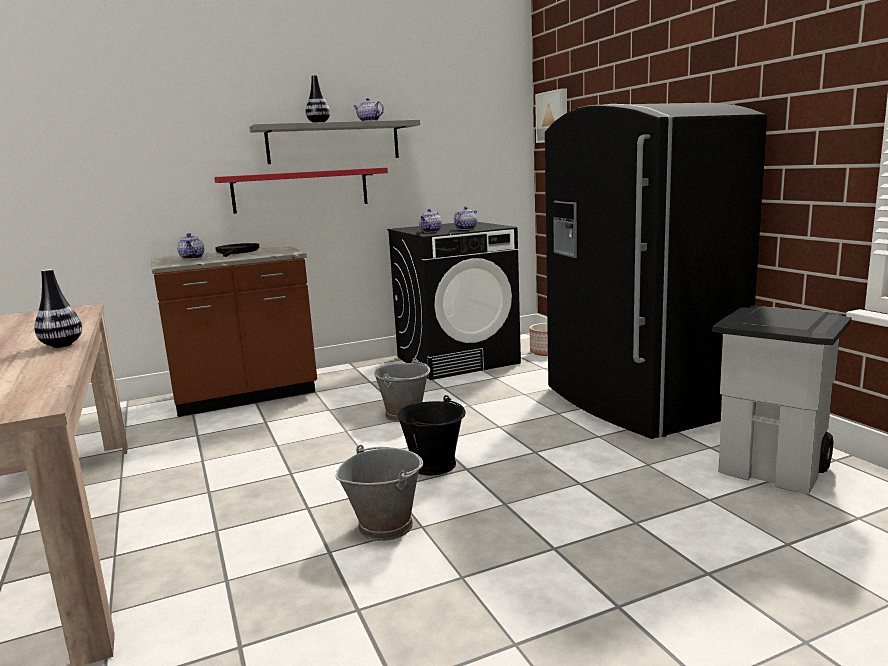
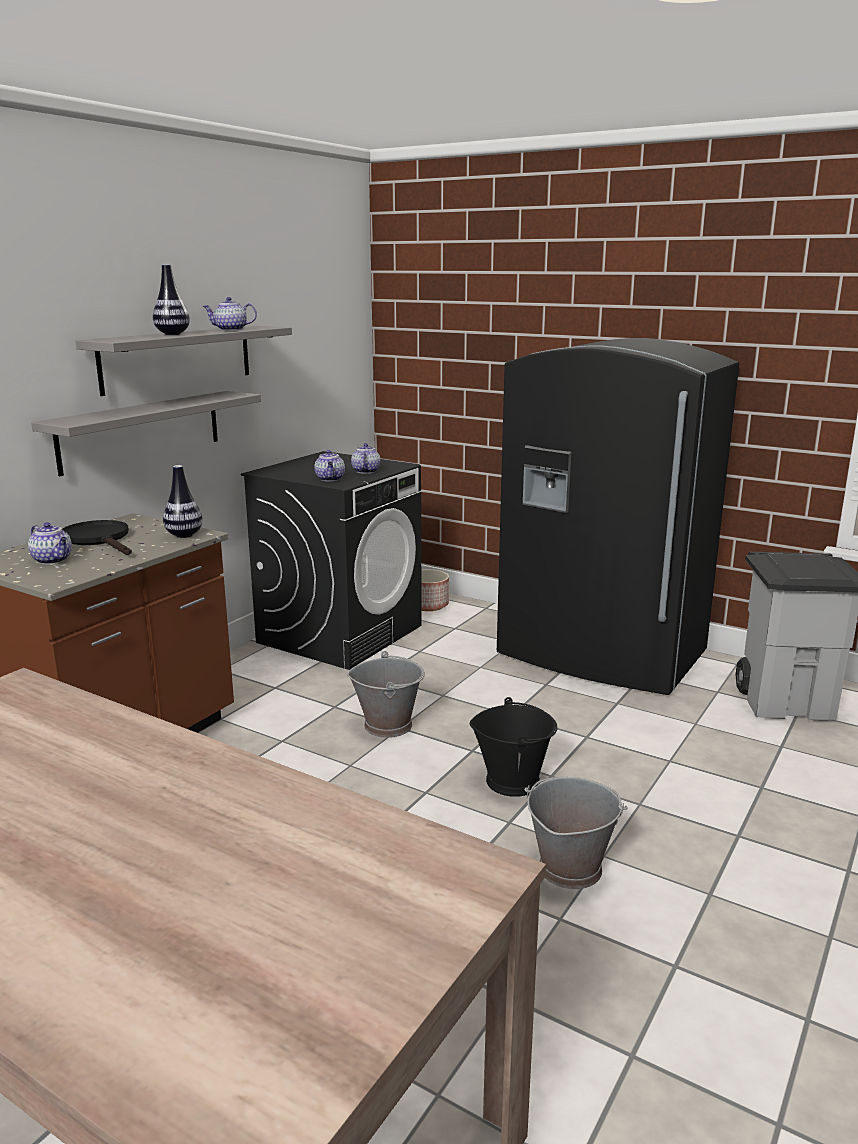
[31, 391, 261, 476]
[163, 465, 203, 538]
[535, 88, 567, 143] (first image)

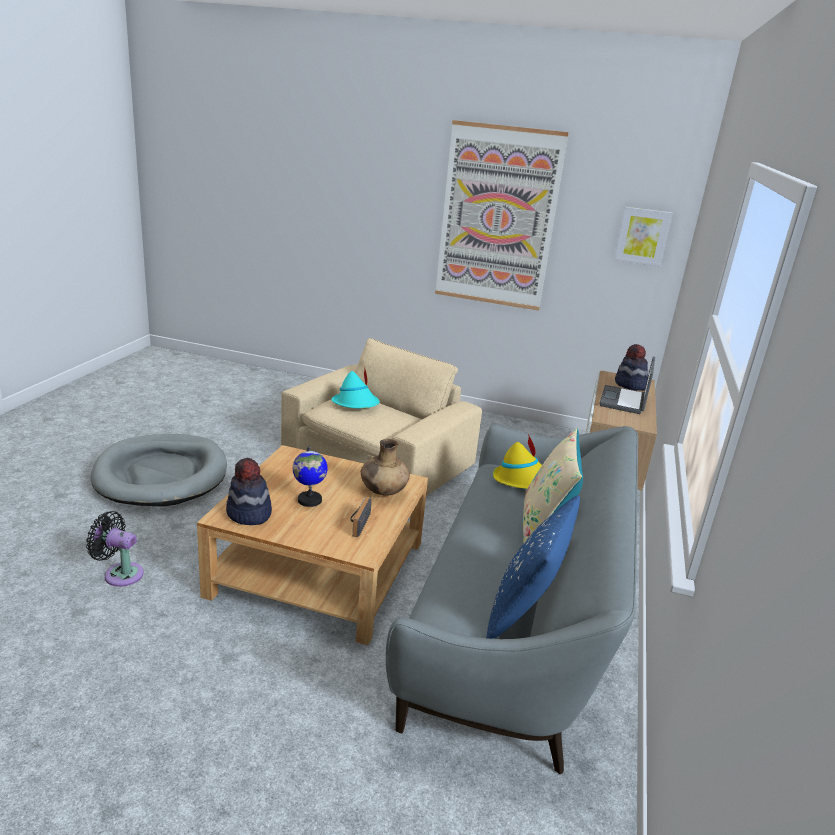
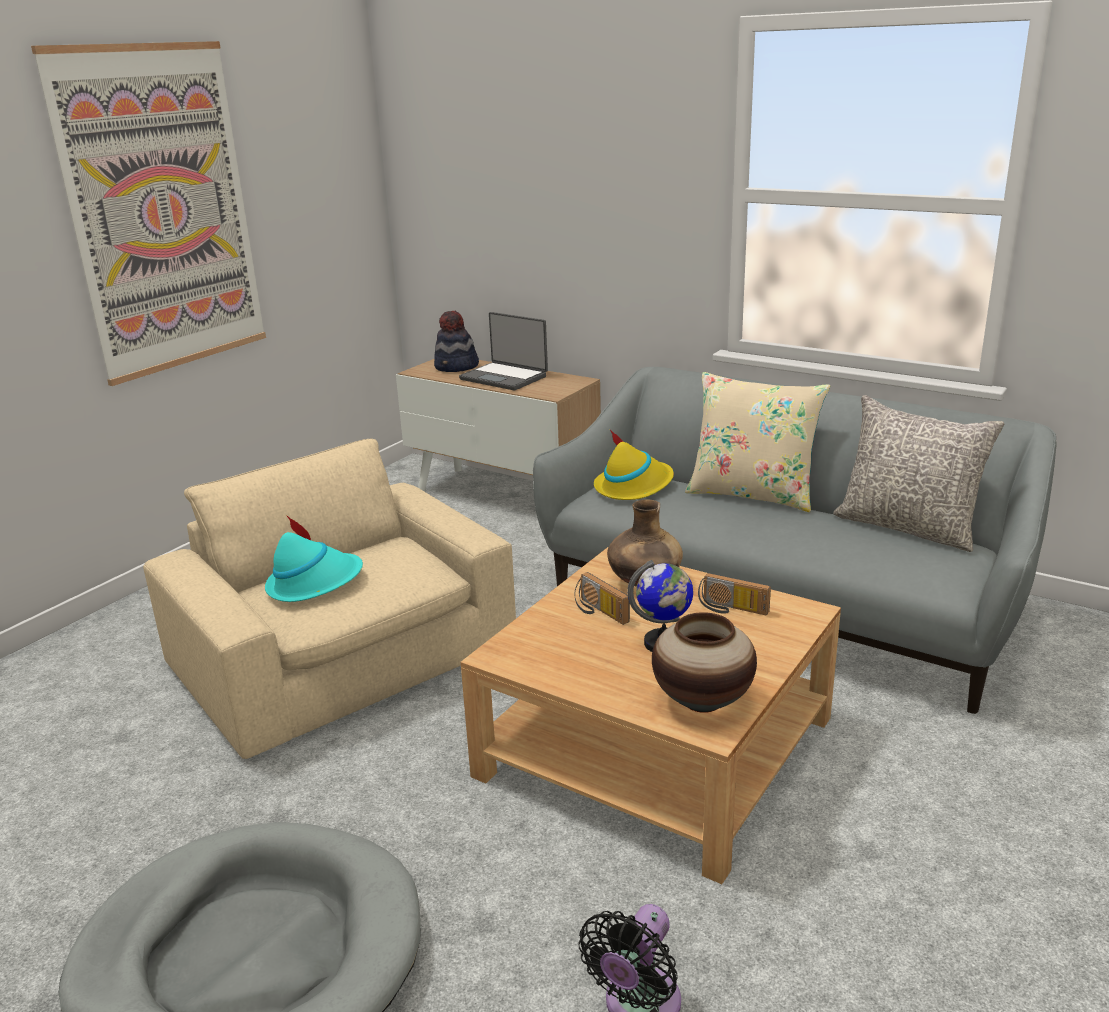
[575, 572, 630, 625]
[652, 612, 757, 713]
[833, 395, 1004, 552]
[614, 207, 672, 266] (first image)

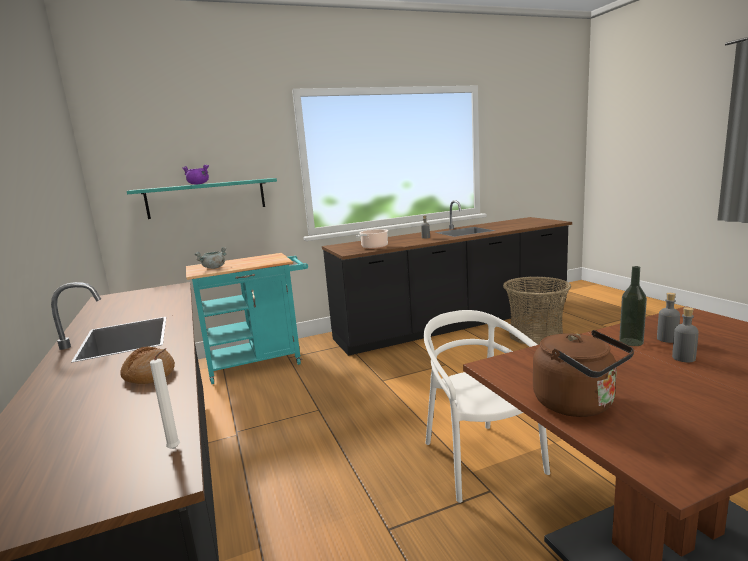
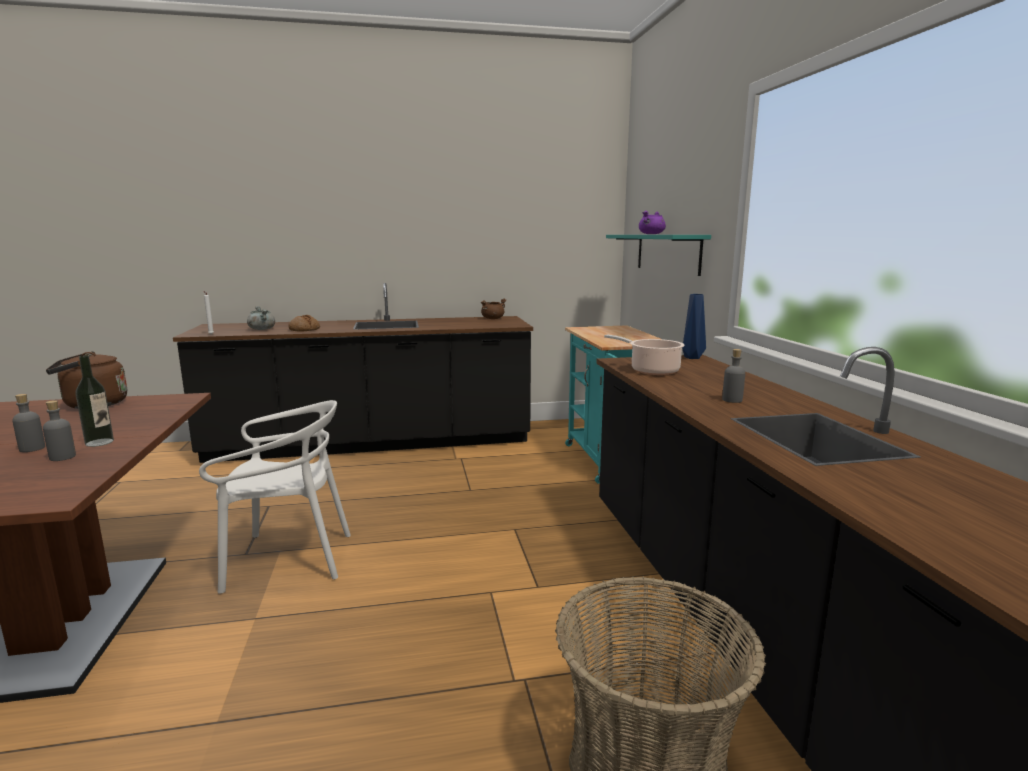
[247, 306, 275, 330]
[481, 298, 506, 319]
[682, 294, 706, 359]

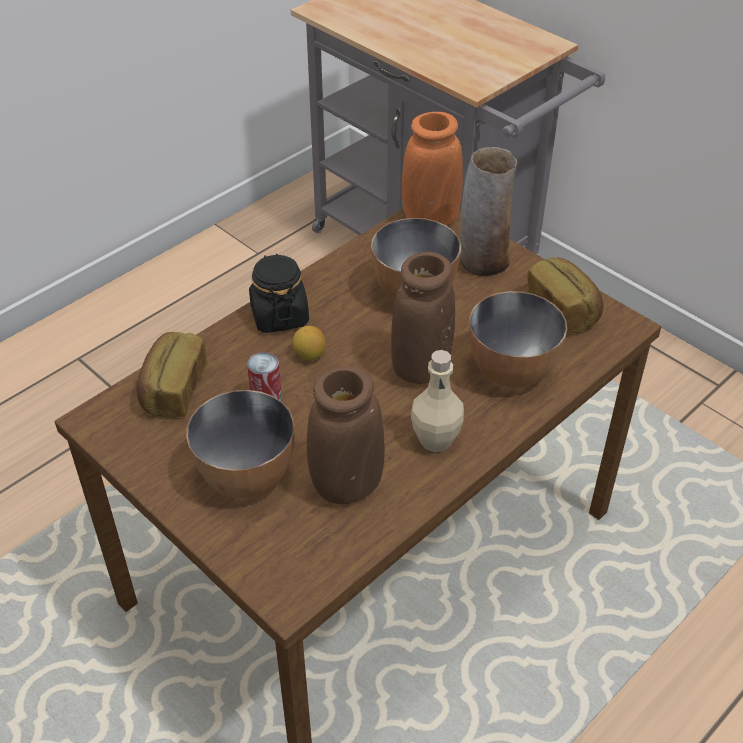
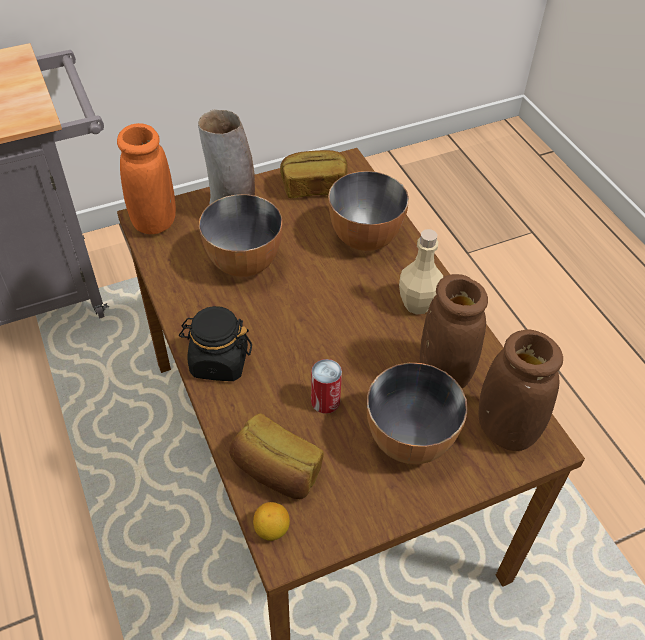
[253, 502, 290, 541]
[478, 329, 563, 451]

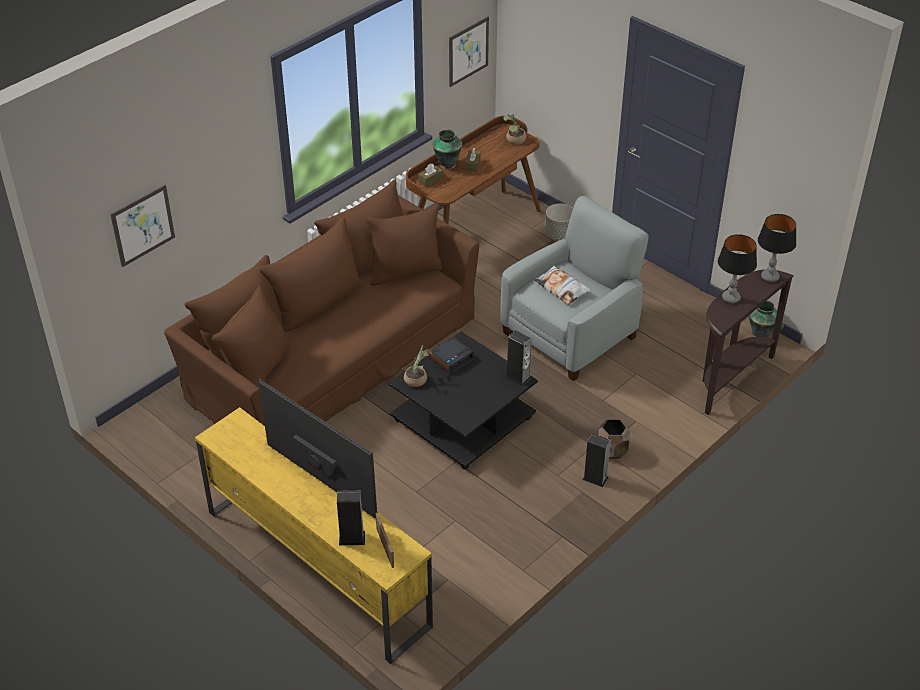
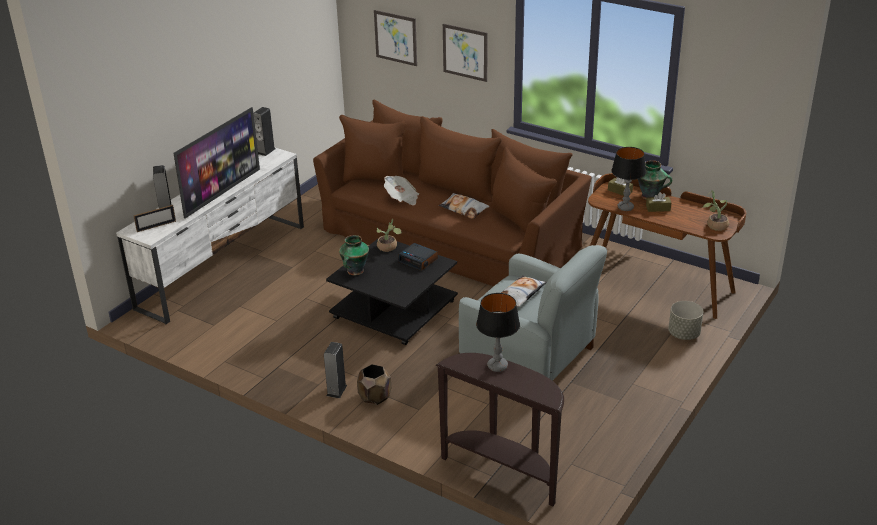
[116, 148, 304, 324]
[253, 107, 276, 156]
[339, 235, 369, 275]
[384, 176, 419, 205]
[439, 193, 490, 219]
[443, 24, 488, 82]
[611, 147, 646, 211]

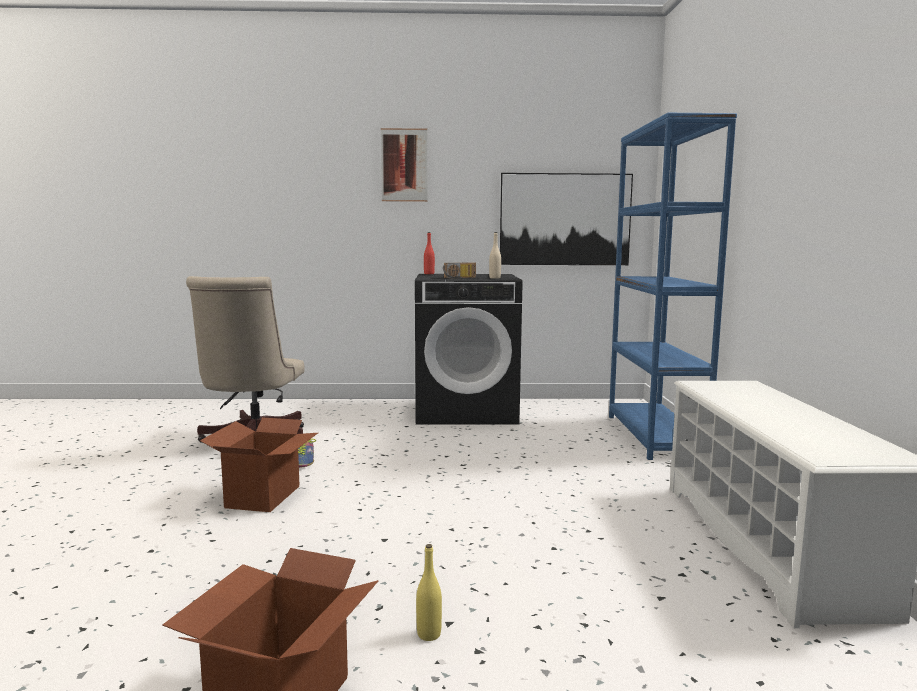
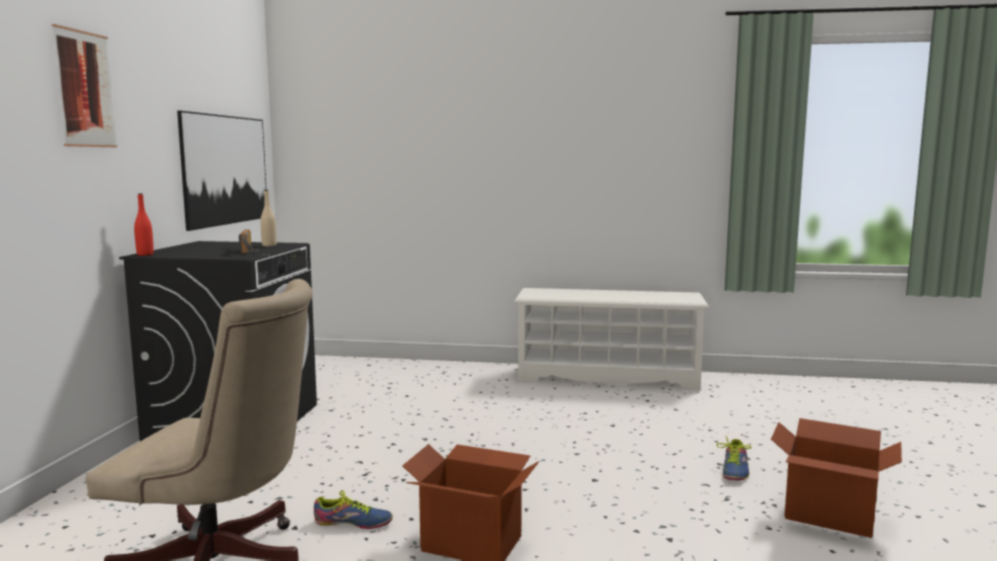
[717, 436, 751, 481]
[609, 113, 737, 460] (first image)

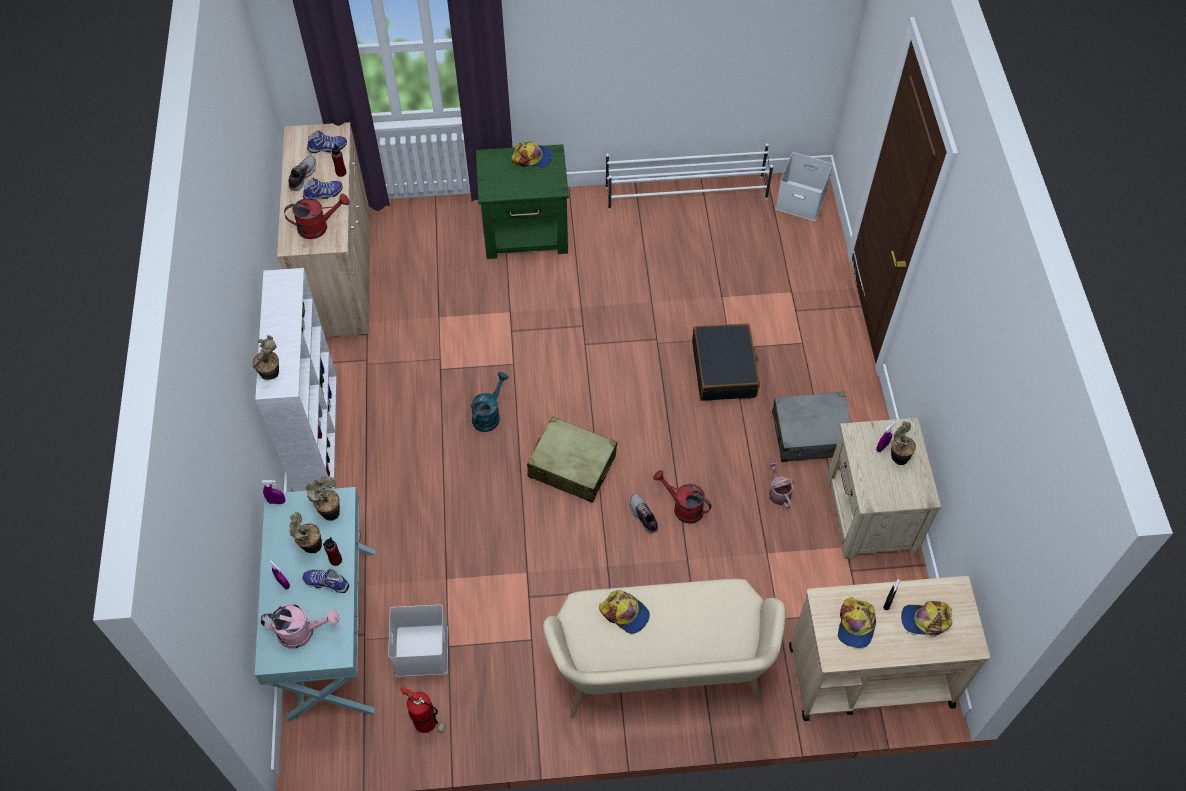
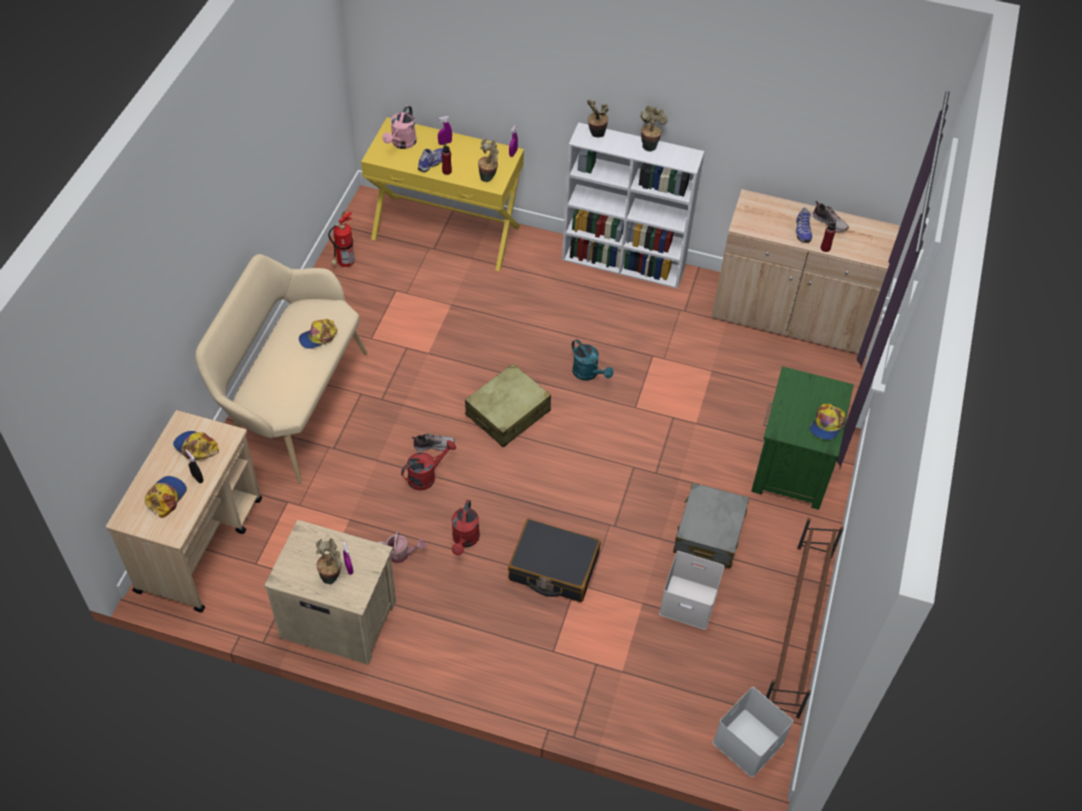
[361, 117, 524, 271]
[452, 500, 480, 555]
[641, 106, 668, 152]
[659, 551, 724, 630]
[673, 483, 749, 568]
[766, 518, 844, 719]
[307, 130, 347, 153] (first image)

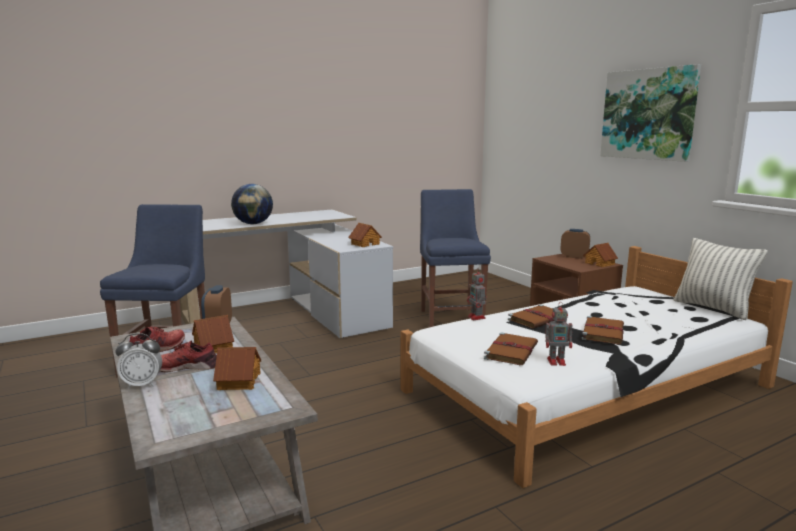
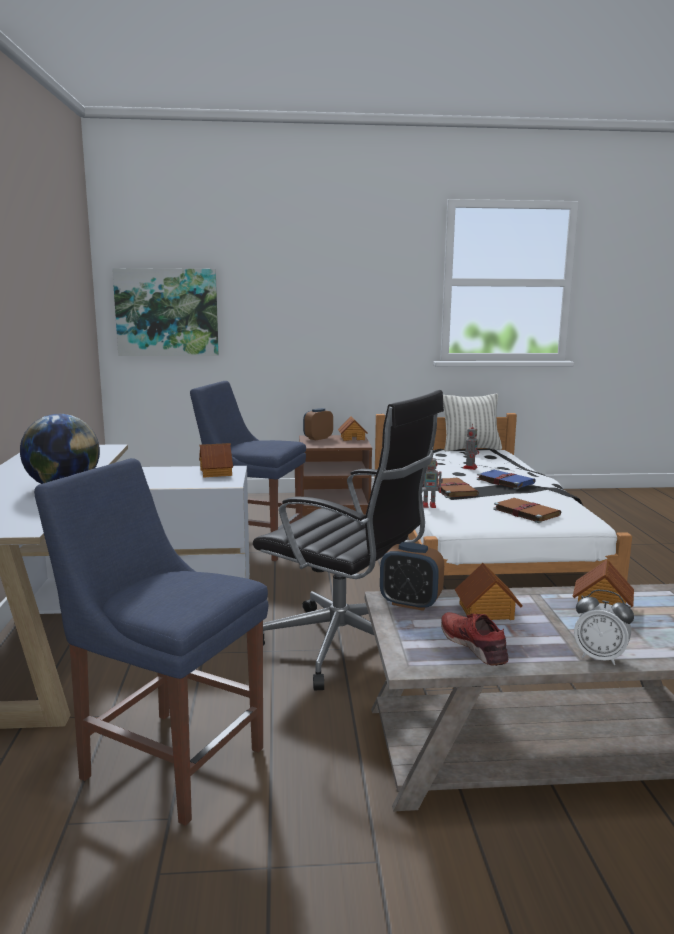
[112, 268, 219, 356]
[253, 390, 444, 690]
[463, 423, 479, 470]
[477, 470, 536, 489]
[574, 590, 634, 665]
[160, 341, 217, 372] (first image)

